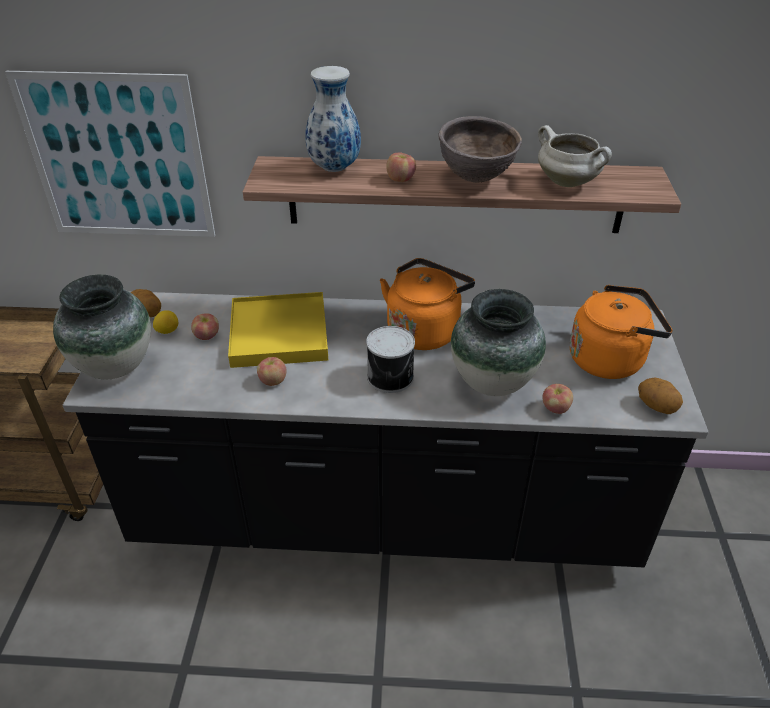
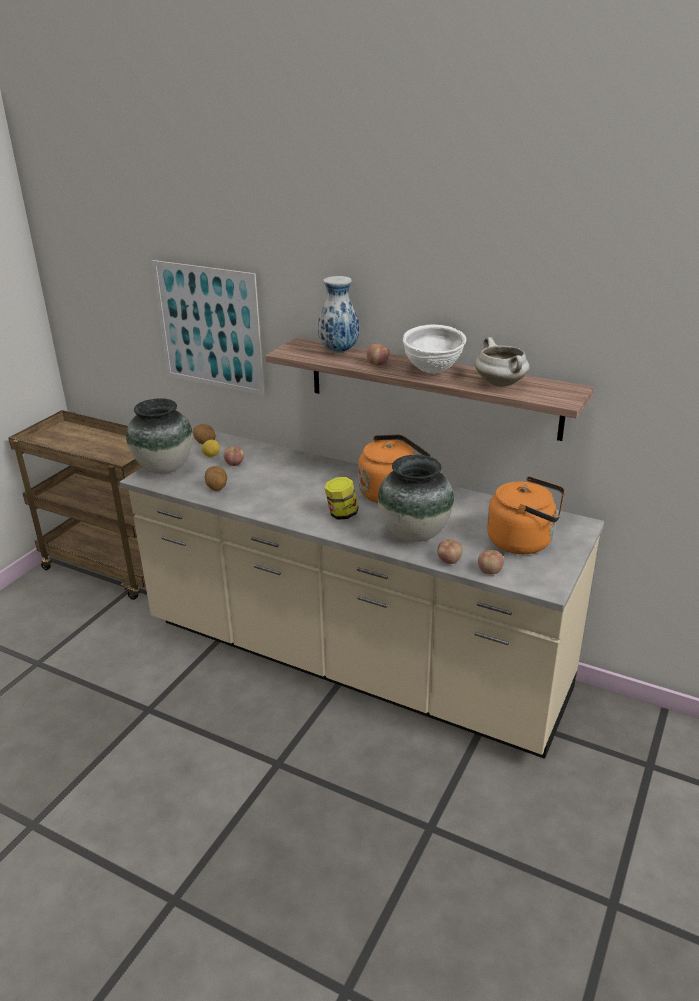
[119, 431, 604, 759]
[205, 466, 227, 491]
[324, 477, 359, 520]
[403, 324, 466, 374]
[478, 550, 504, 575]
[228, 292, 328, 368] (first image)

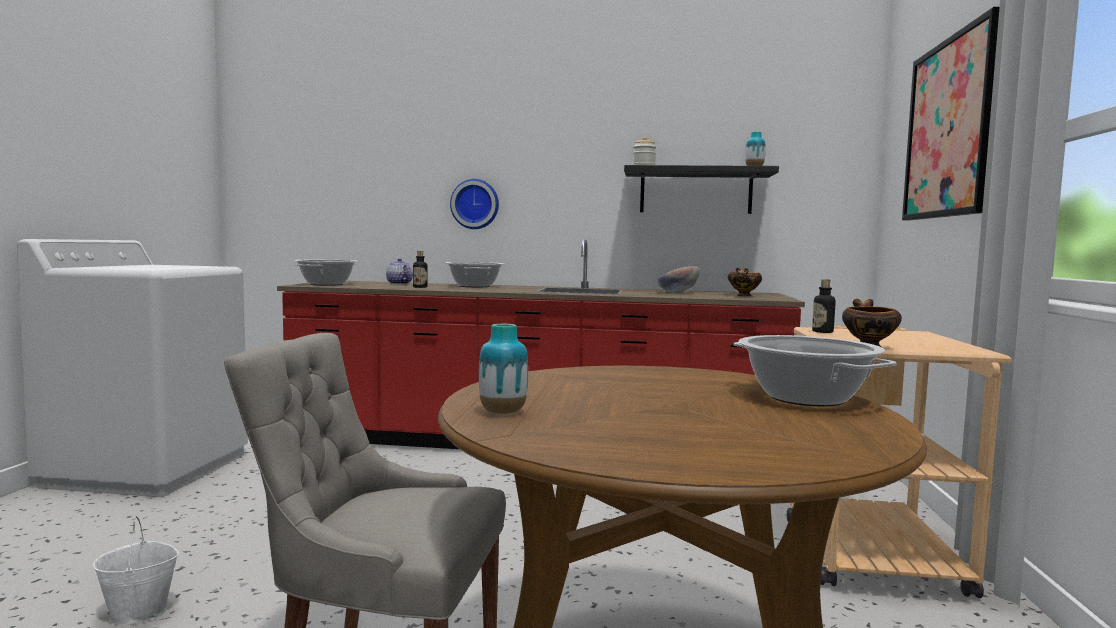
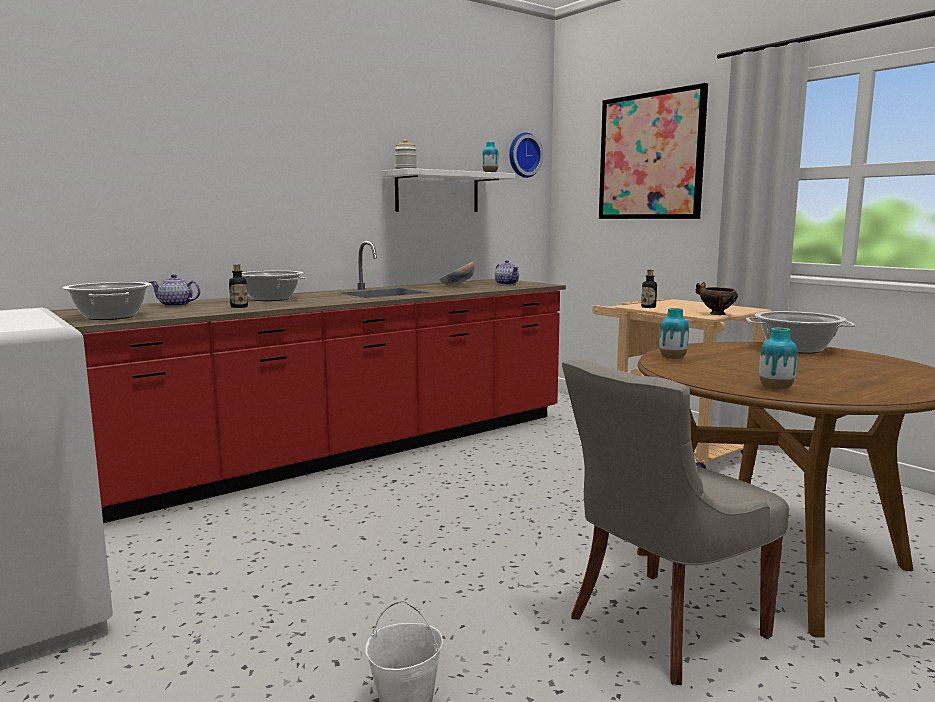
[382, 168, 515, 212]
[495, 260, 519, 285]
[509, 133, 543, 178]
[659, 308, 689, 359]

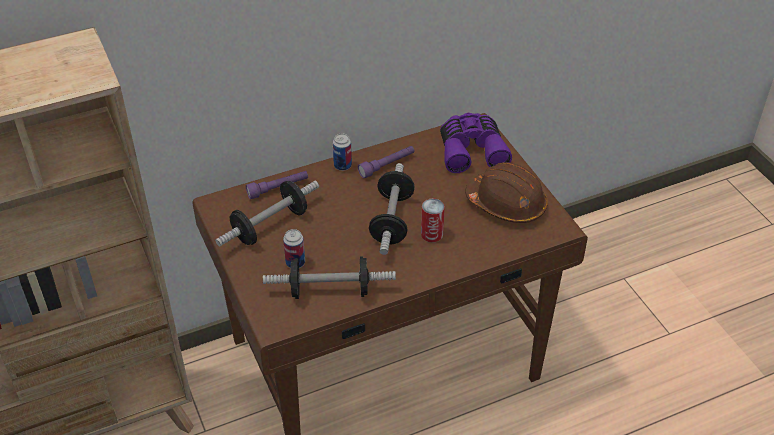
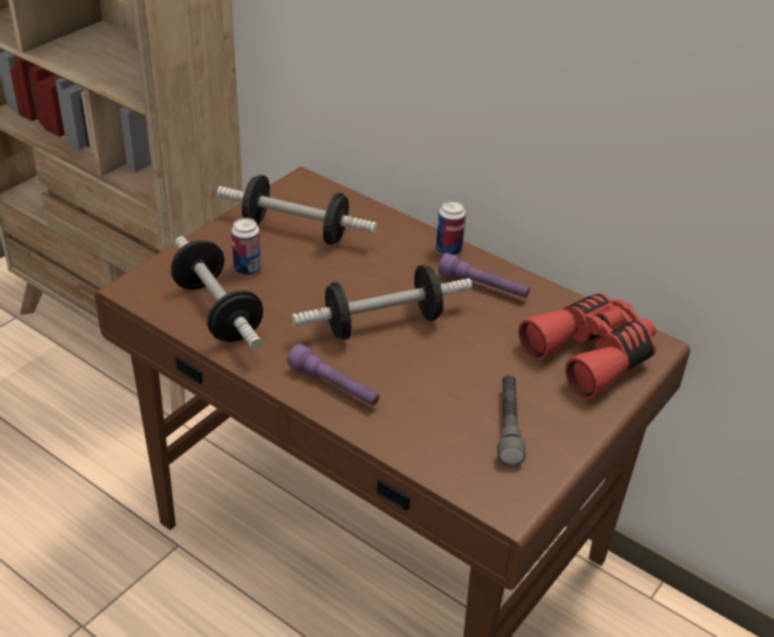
[287, 344, 380, 406]
[498, 375, 526, 466]
[518, 293, 656, 399]
[421, 199, 445, 242] (first image)

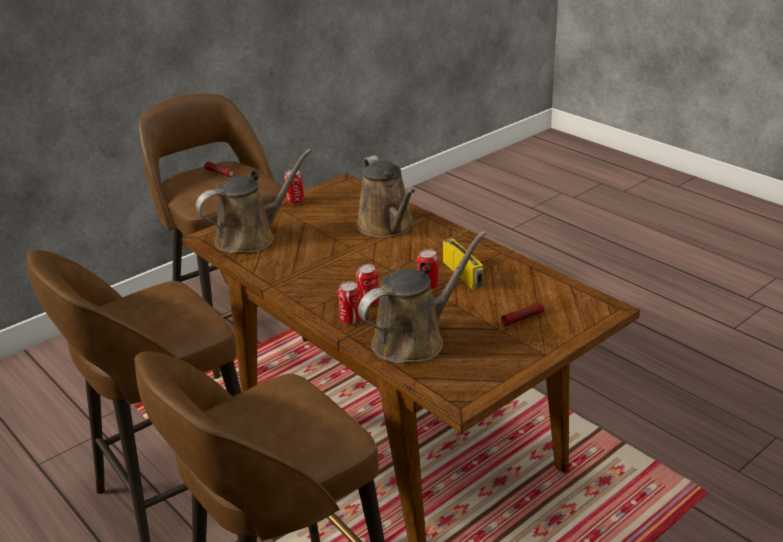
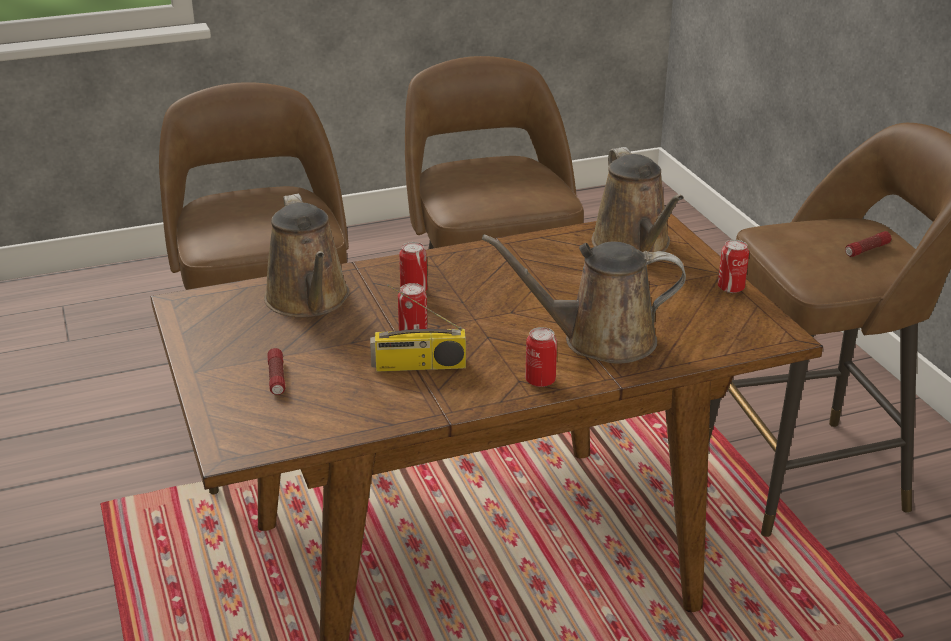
[525, 327, 557, 387]

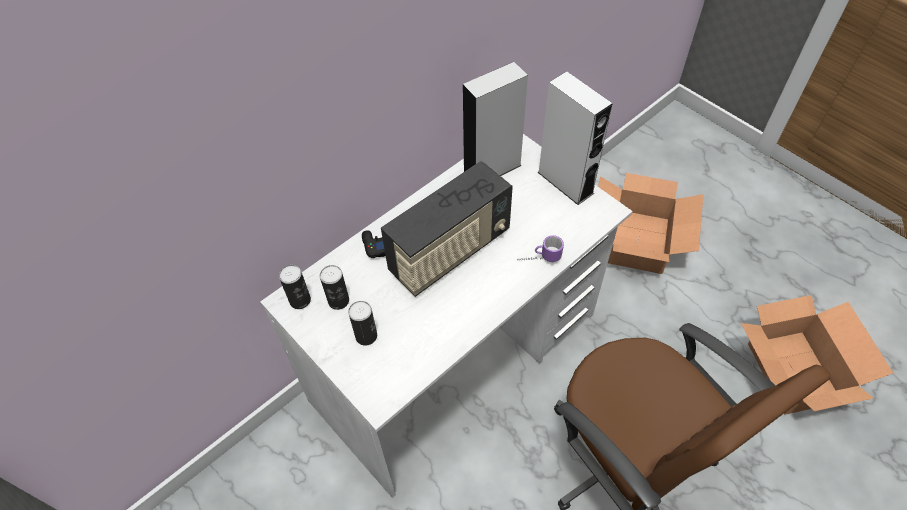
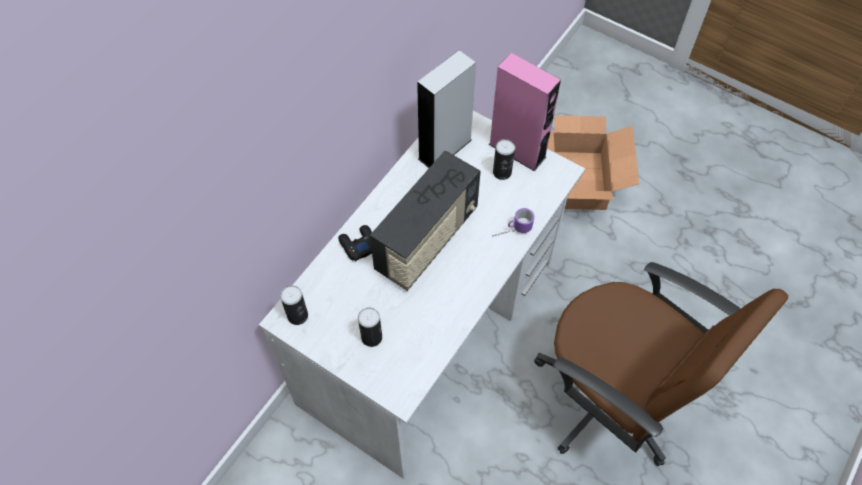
[488, 53, 561, 172]
[493, 139, 515, 180]
[741, 295, 893, 415] (first image)

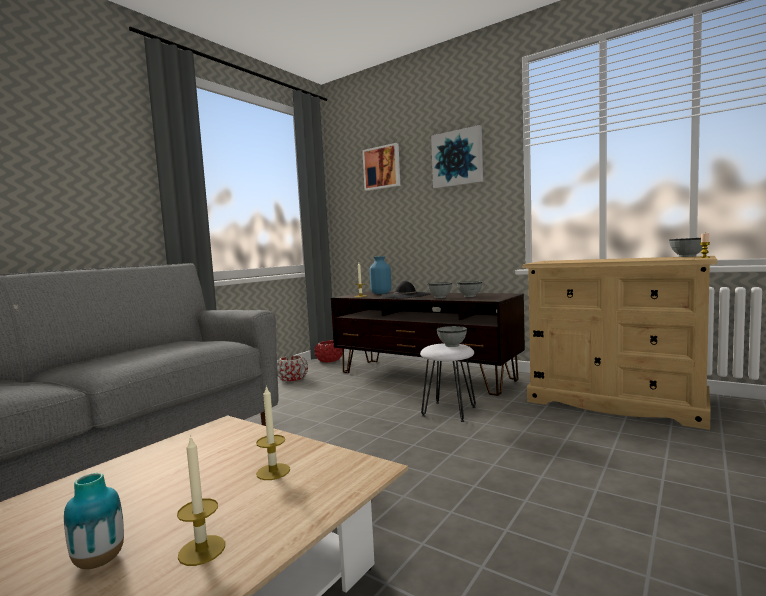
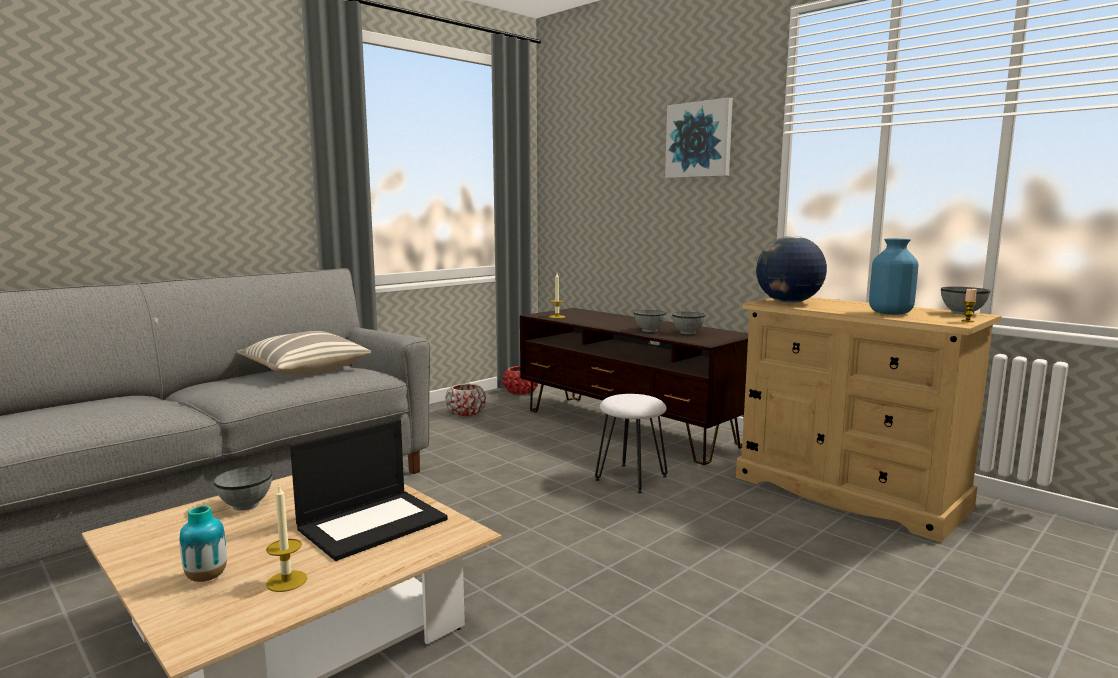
[214, 466, 272, 511]
[237, 331, 371, 375]
[290, 419, 448, 561]
[756, 236, 827, 303]
[869, 239, 918, 315]
[362, 143, 400, 191] (first image)
[381, 281, 430, 298] (first image)

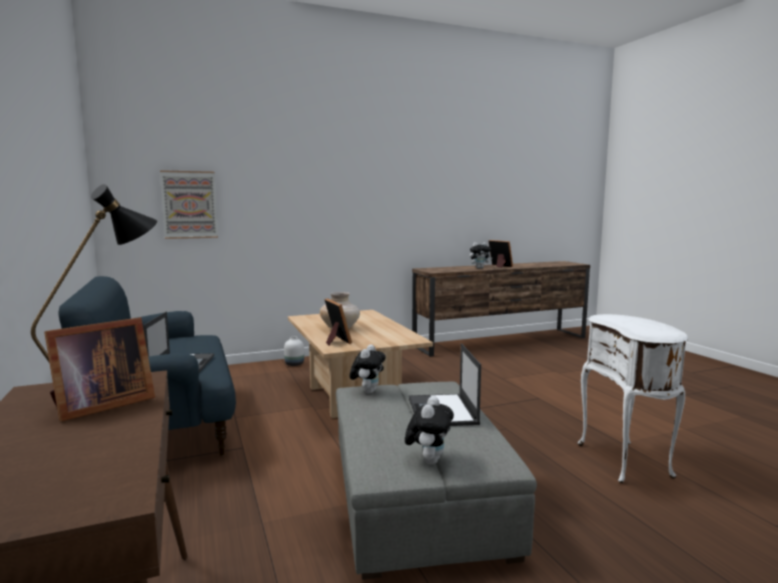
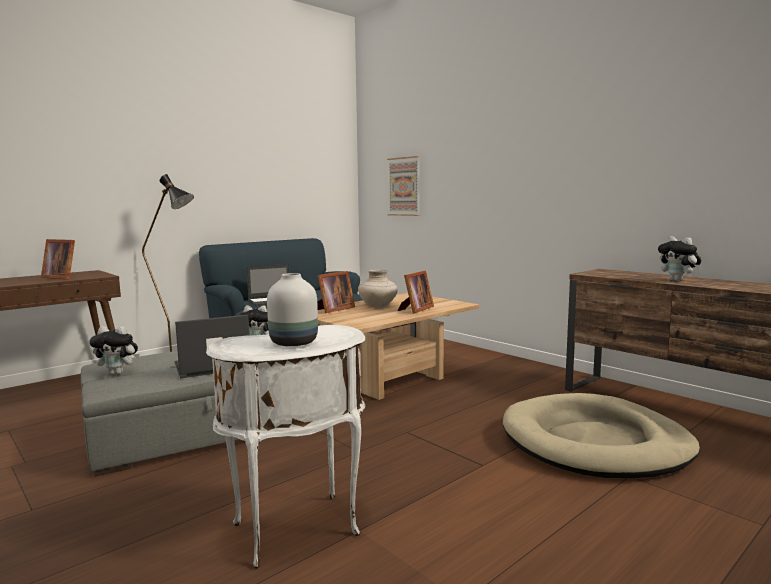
[267, 273, 318, 346]
[398, 270, 434, 313]
[503, 393, 700, 478]

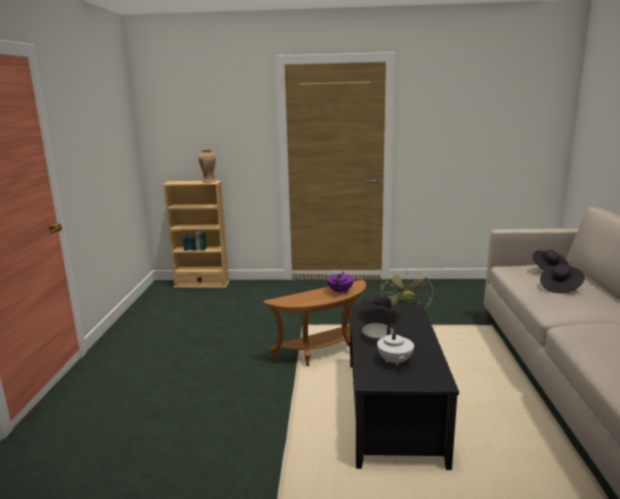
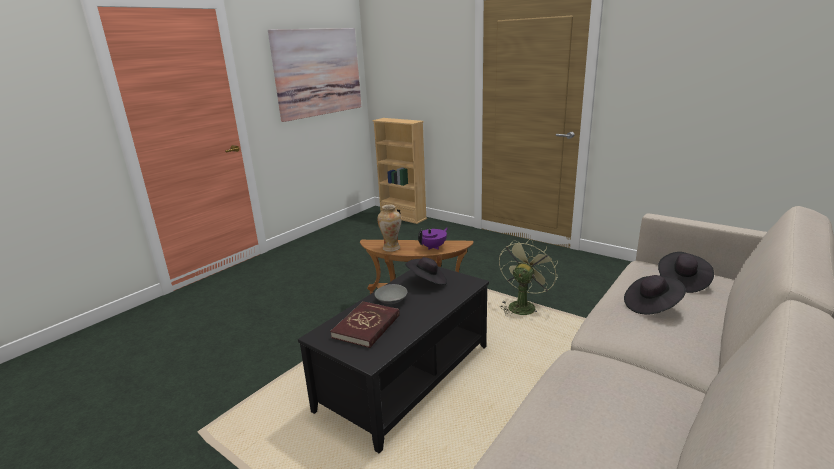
[268, 28, 361, 122]
[330, 301, 400, 348]
[377, 205, 401, 252]

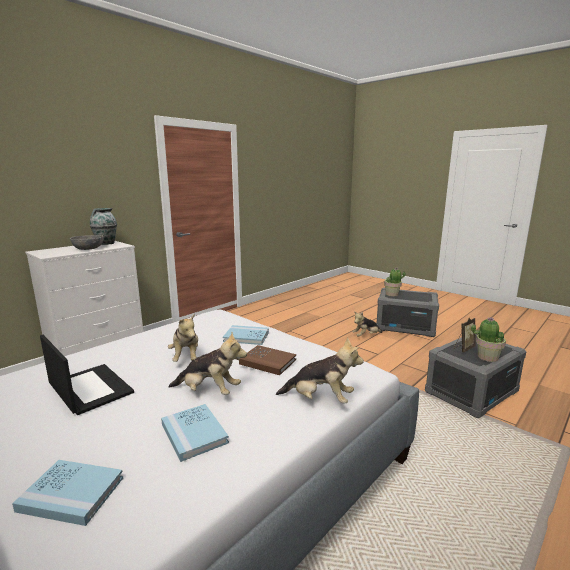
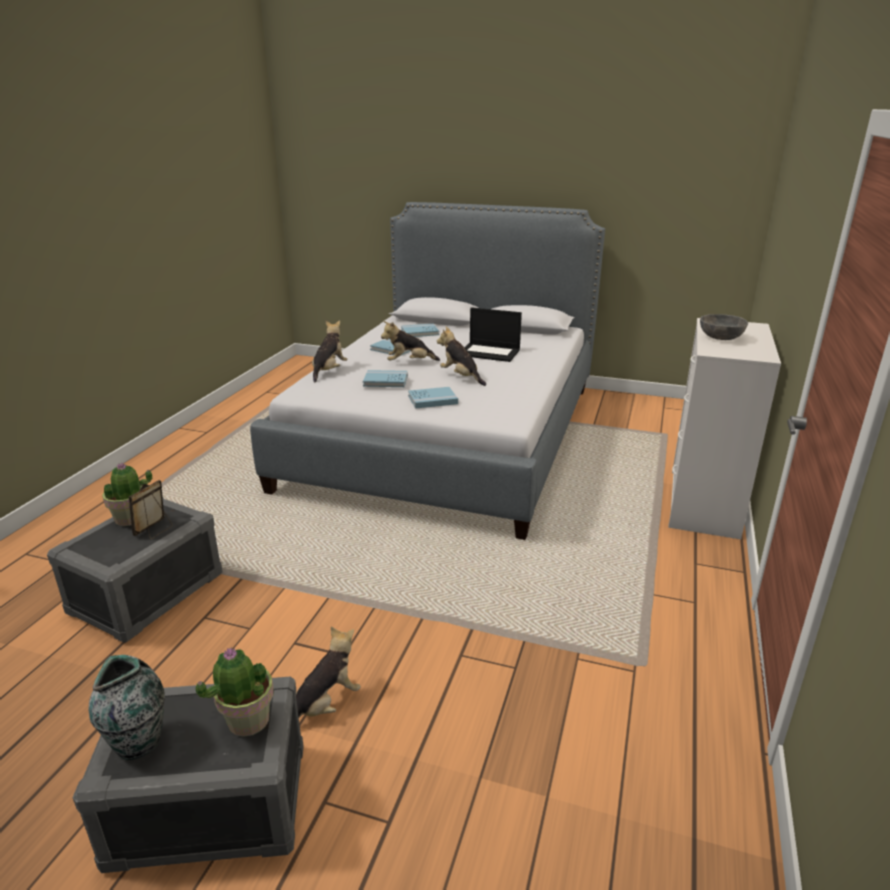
[89, 655, 165, 760]
[312, 321, 348, 382]
[363, 370, 408, 387]

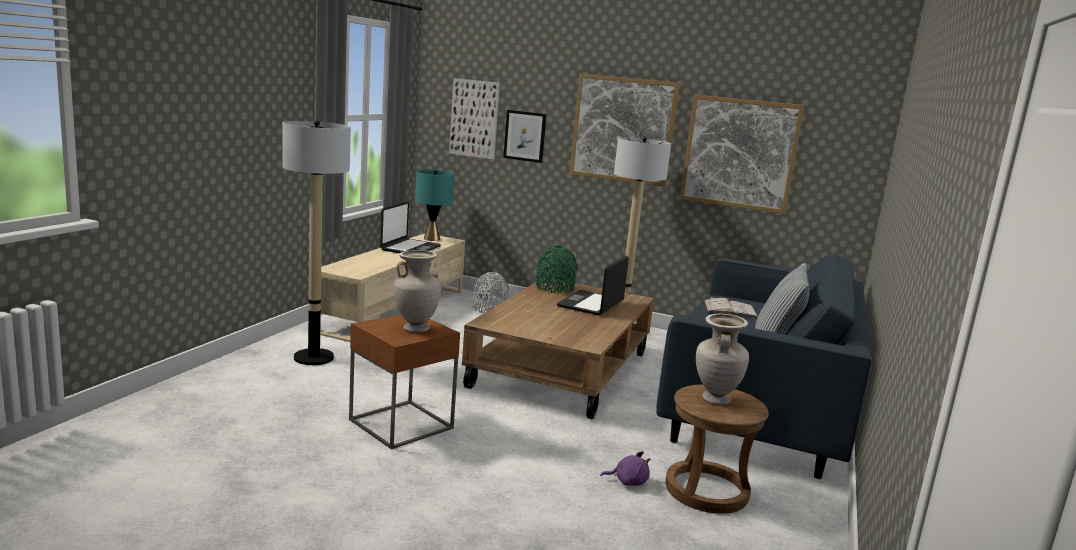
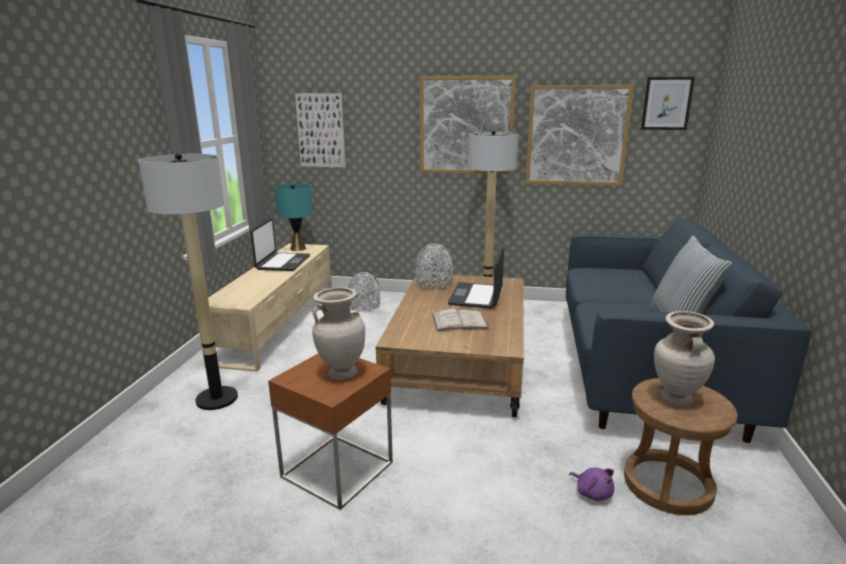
[415, 244, 453, 290]
[432, 308, 489, 331]
[569, 467, 614, 501]
[641, 77, 695, 130]

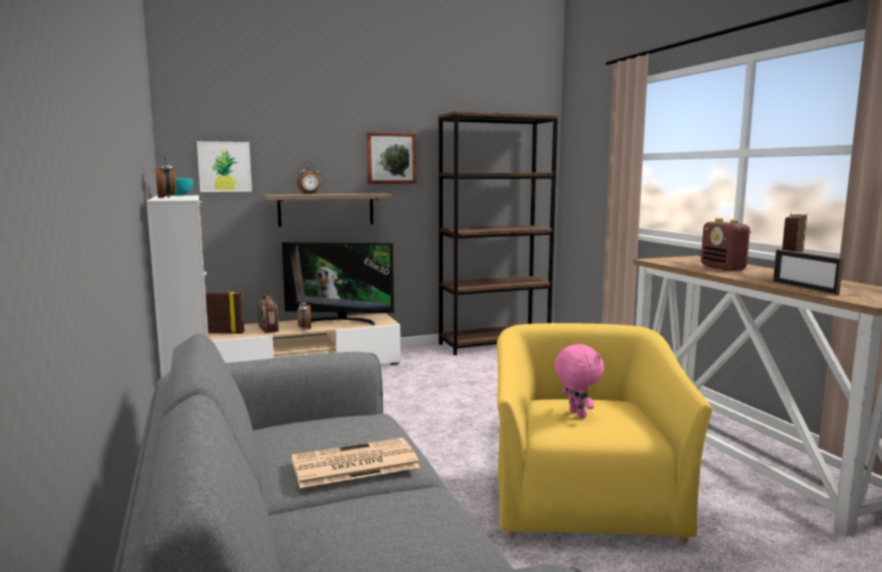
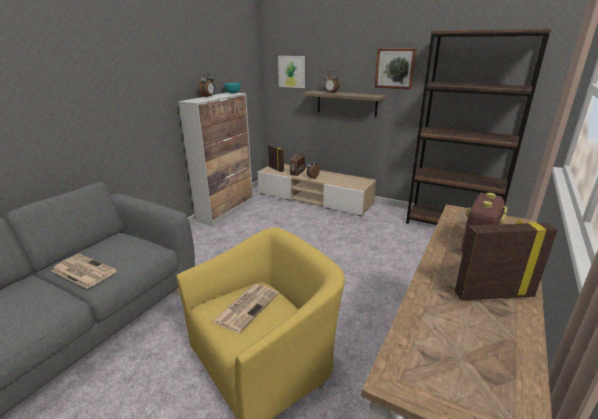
[212, 284, 279, 333]
[282, 242, 394, 325] (first image)
[773, 249, 843, 295] (first image)

